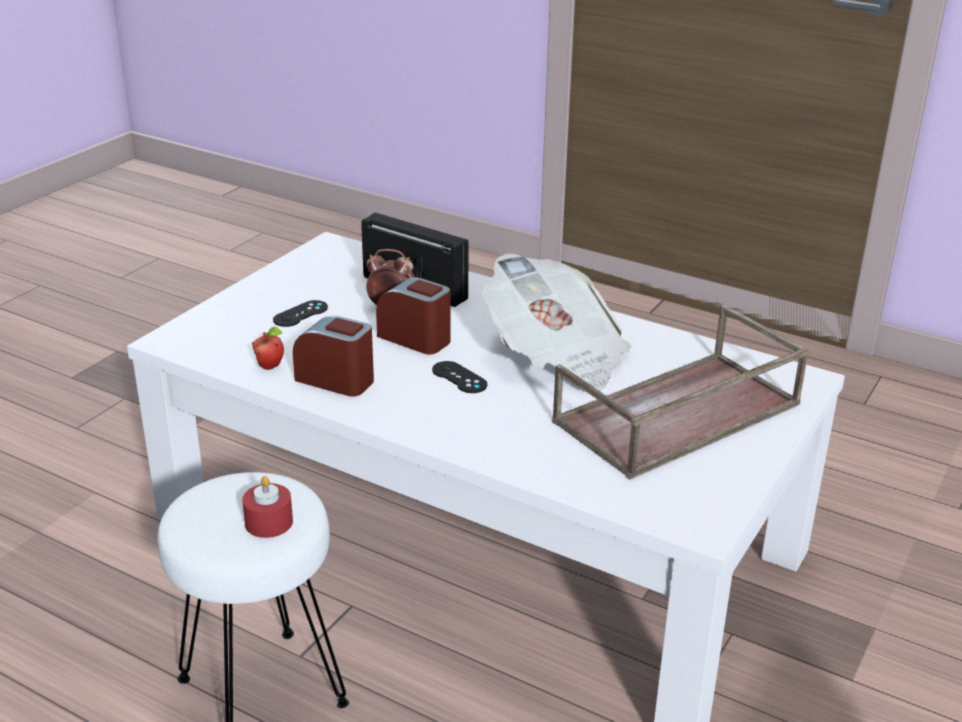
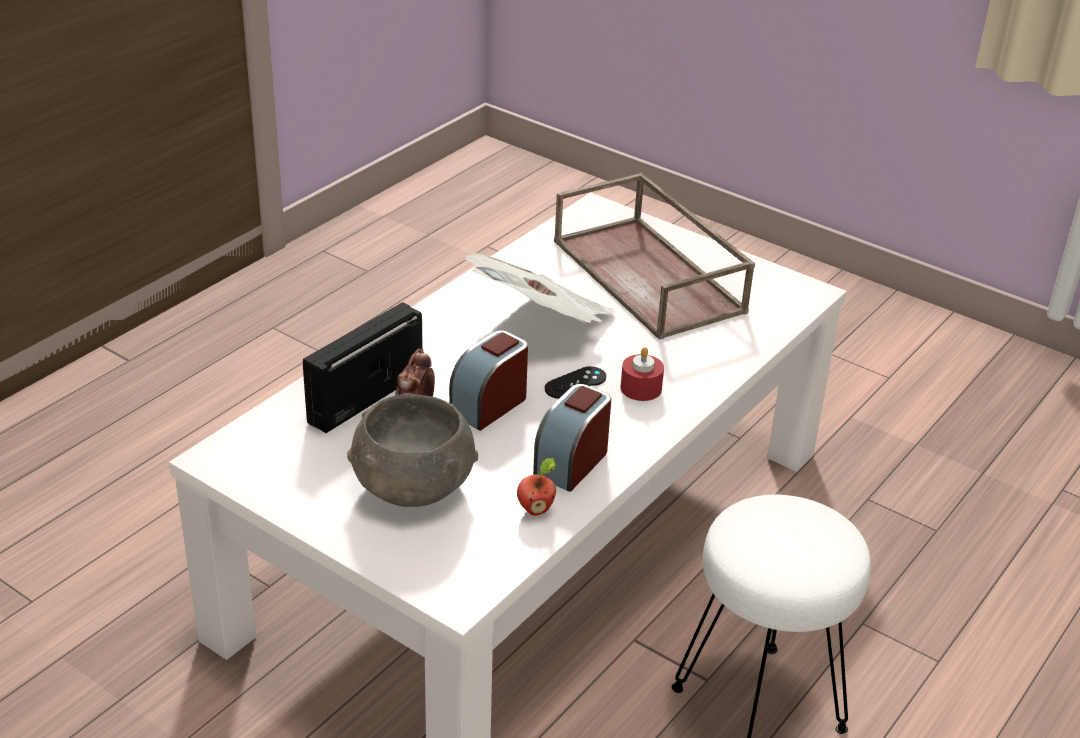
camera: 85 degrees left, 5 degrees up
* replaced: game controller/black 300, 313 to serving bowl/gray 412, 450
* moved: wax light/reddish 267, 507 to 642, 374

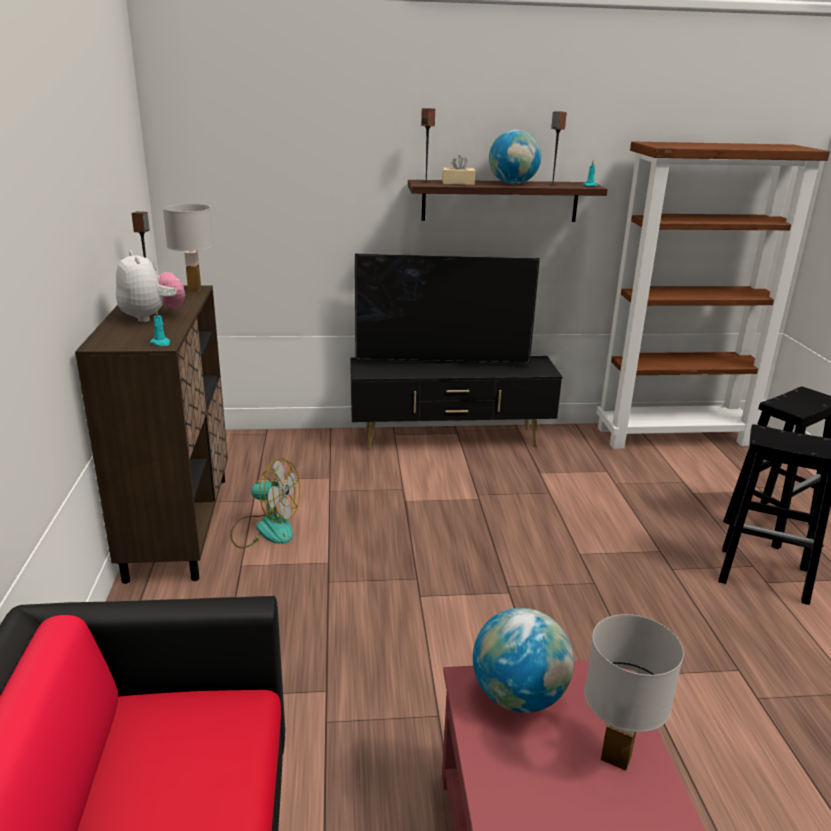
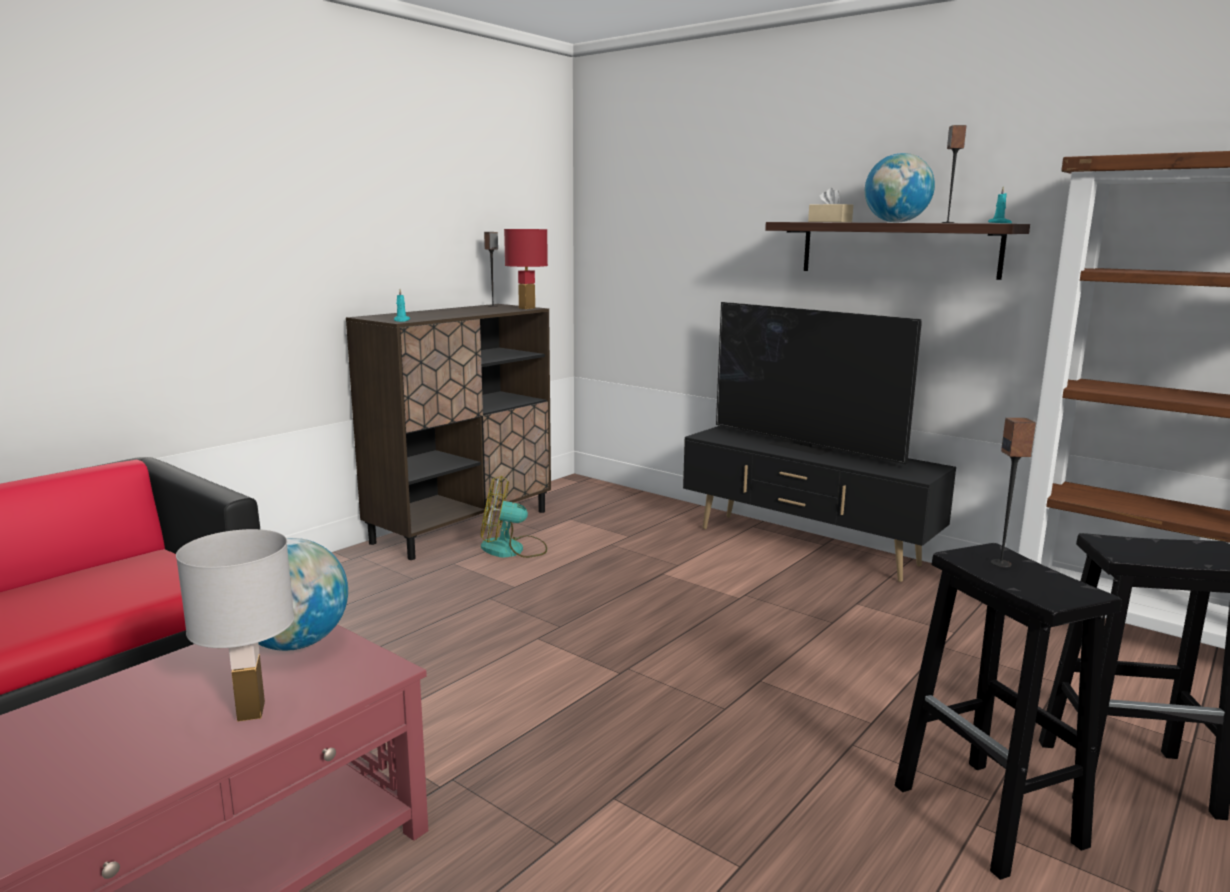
camera: 45 degrees right, 10 degrees down
* turned: cooling fan 265, 502 = 514, 517 120 degrees clockwise
* recoloured: lamp for a table/whitish 188, 248 to lamp for a table/reddish 526, 269
* moved: loudspeaker 428, 145 to 1013, 493
* removed: cuddly toy 150, 286

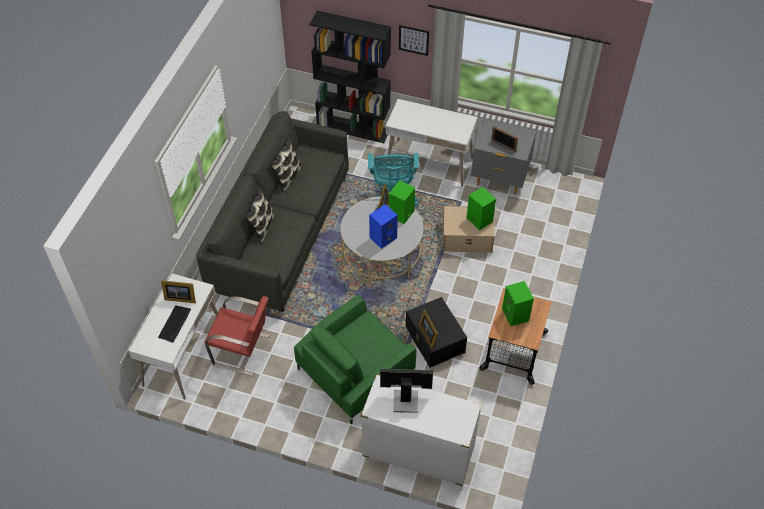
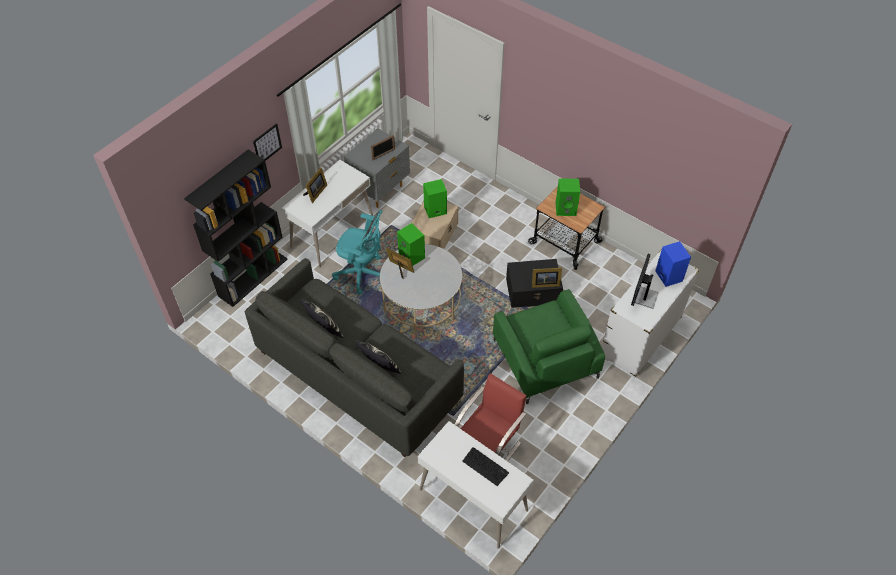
camera: 70 degrees left, 0 degrees up
* moved: photo frame 178, 291 to 315, 185
* moved: loudspeaker/bluish 383, 226 to 673, 264

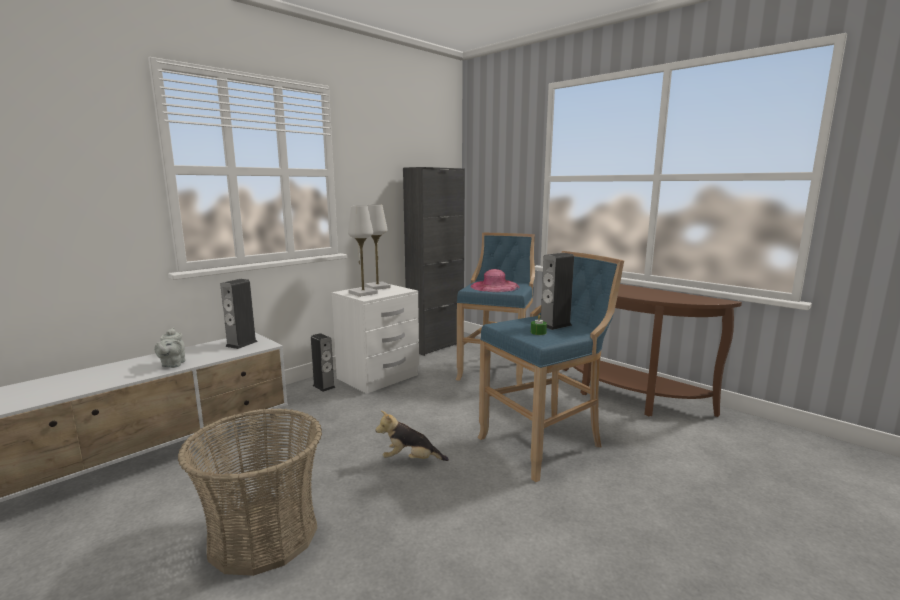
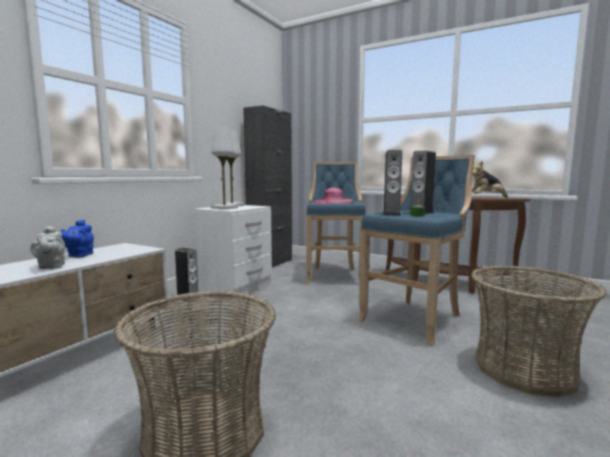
camera: 15 degrees left, 5 degrees down
* added: teapot/bluish 77, 239
* moved: loudspeaker 239, 314 to 392, 182
* added: storage basket 539, 331
* moved: cuddly toy 412, 436 to 490, 179

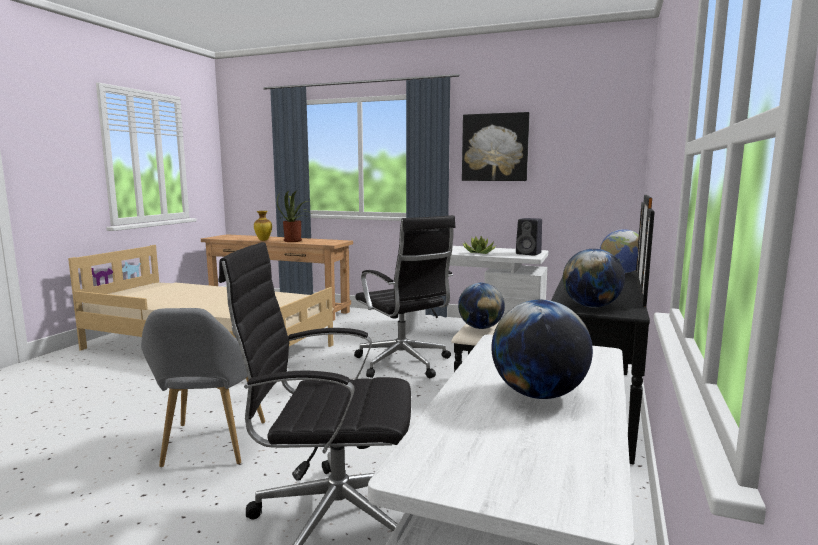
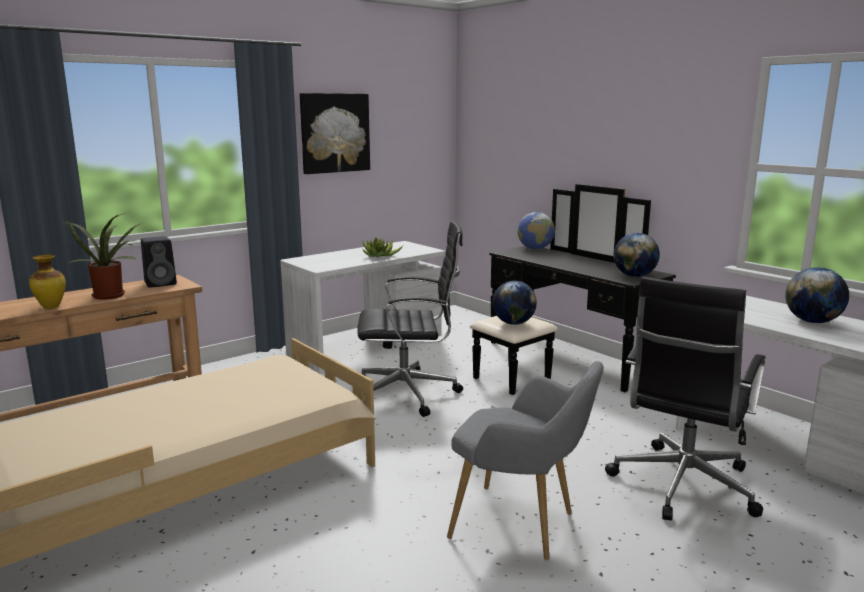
camera: 60 degrees left, 5 degrees up
* moved: loudspeaker/black 529, 237 to 159, 262

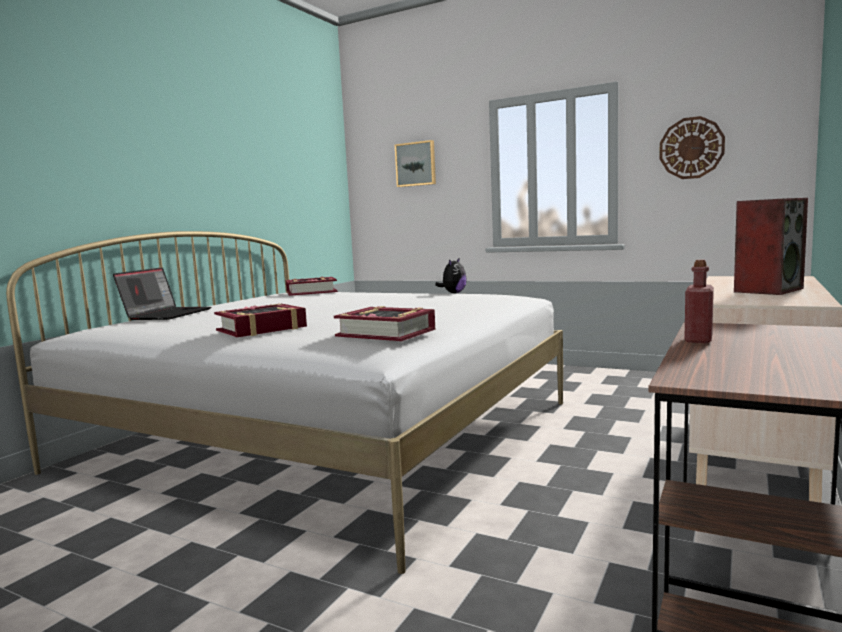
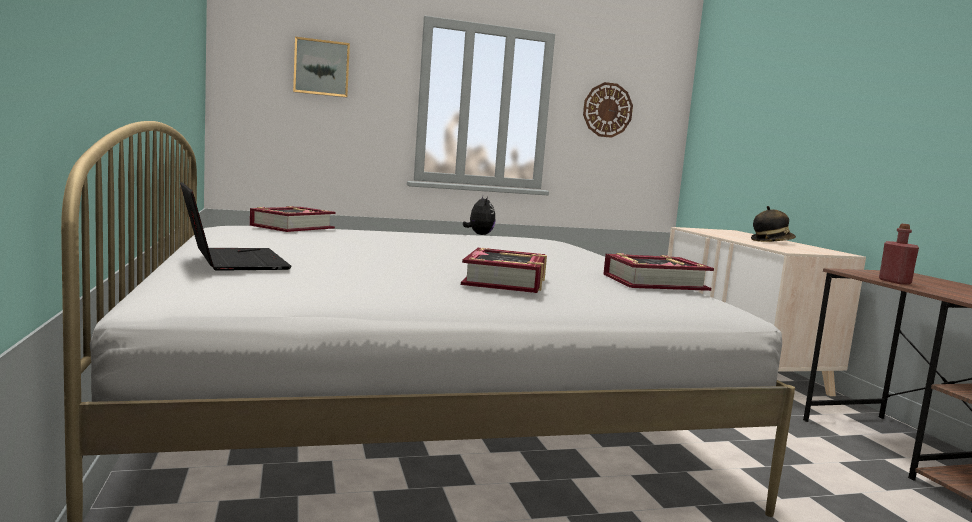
camera: 45 degrees left, 0 degrees up
* replaced: loudspeaker 771, 246 to clothing hat 773, 224

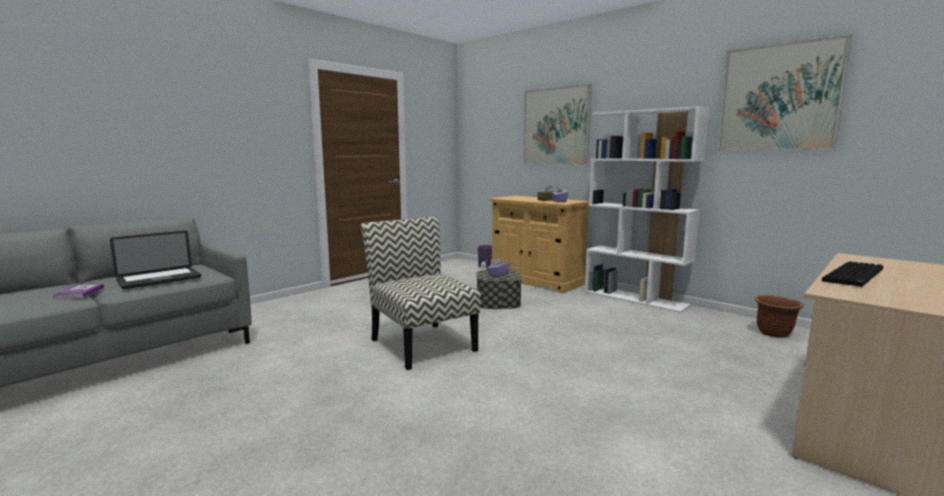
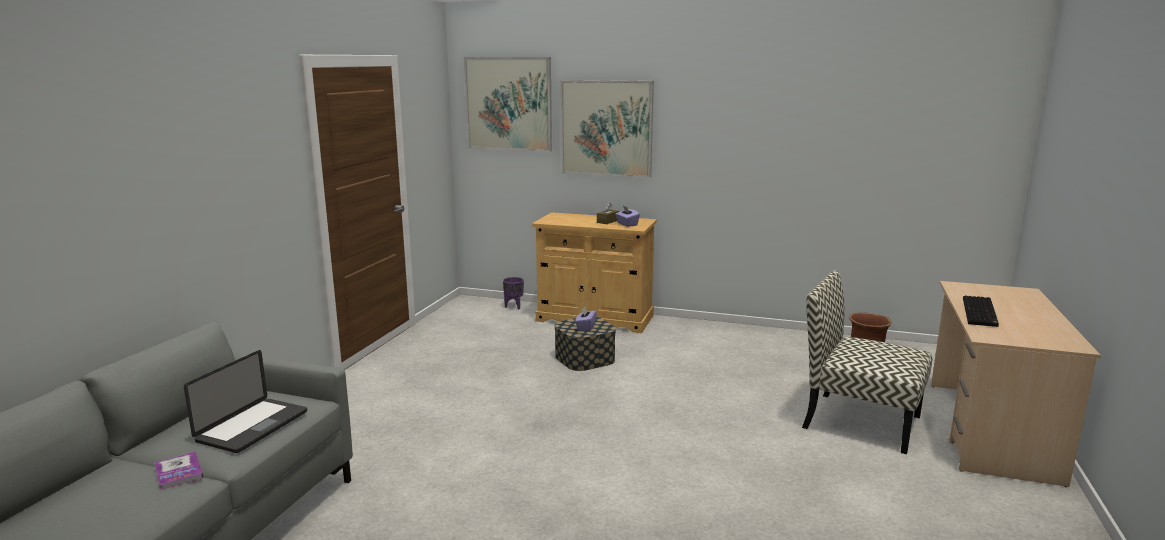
camera: 25 degrees left, 5 degrees up
* moved: picture 784, 92 to 508, 104
* moved: chair 421, 293 to 867, 362
* removed: shelving unit/whitish 647, 209

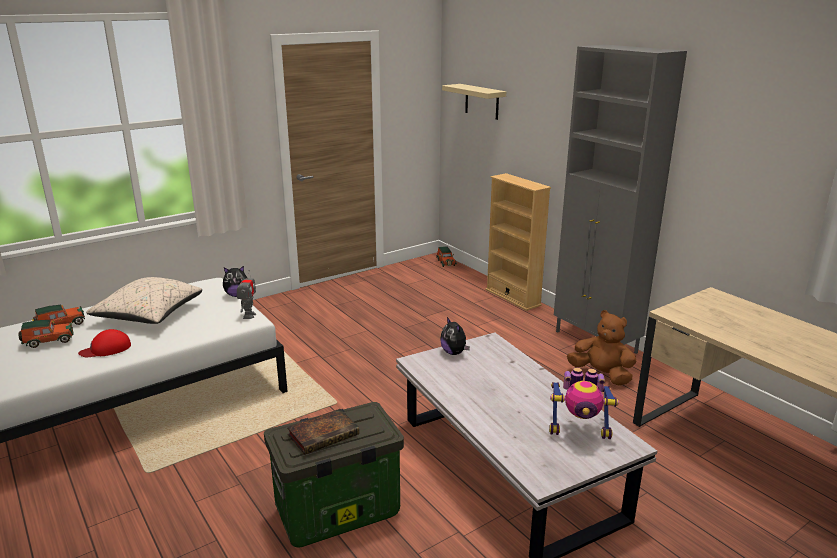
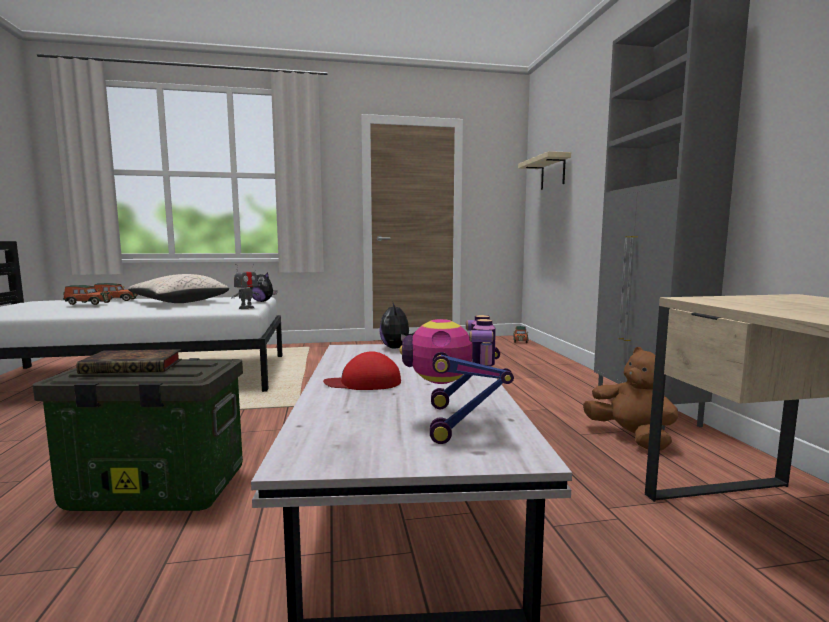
camera: 25 degrees right, 15 degrees down
* moved: cap/reddish 104, 343 to 362, 370
* turned: toy robot 584, 403 = 457, 379 60 degrees clockwise
* removed: shelving unit/beige-coloured 518, 242

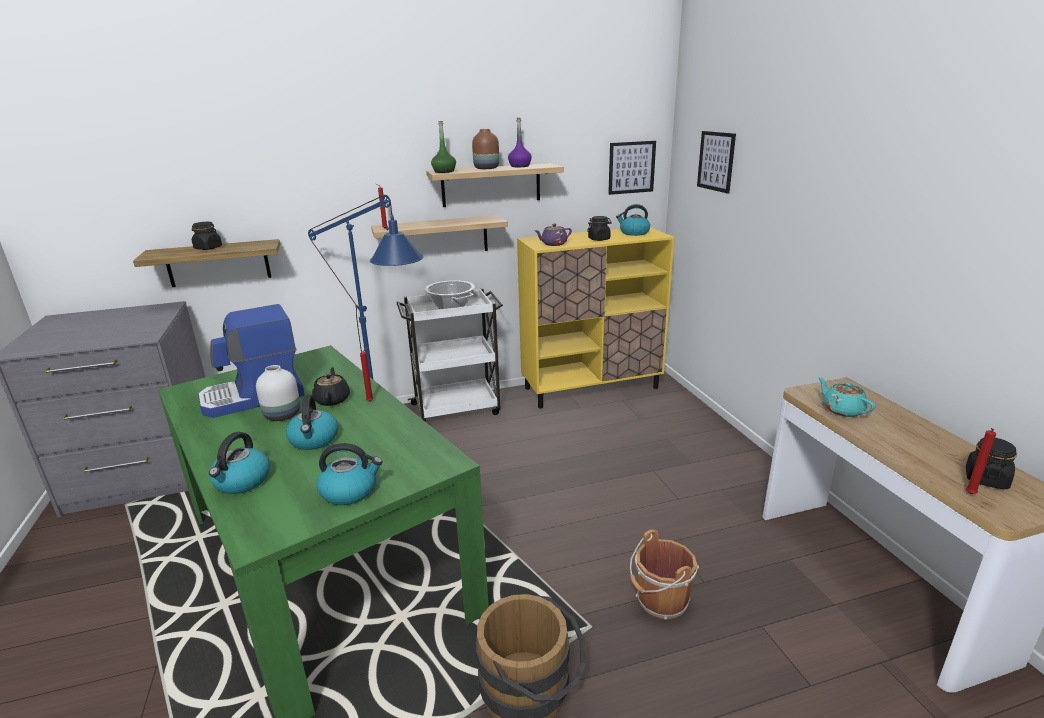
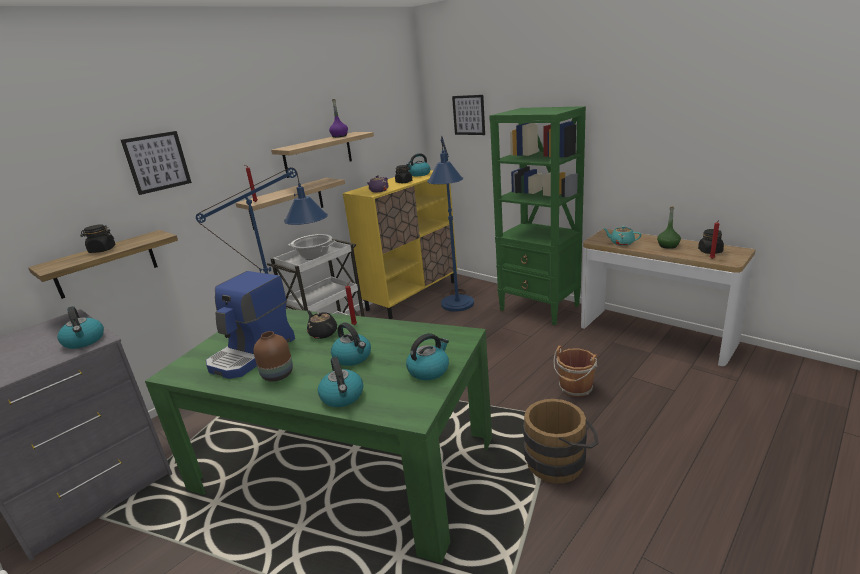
camera: 30 degrees left, 0 degrees up
* added: water kettle 80, 327
* moved: picture 632, 168 to 156, 163
* moved: decorative vase/brown 485, 149 to 273, 356
* added: standing lamp/bluish 450, 224
* added: shelving unit/green-coloured 537, 216
* moved: beverage bottle/green-coloured 443, 147 to 669, 227
* removed: decorative vase/whitish 278, 393

